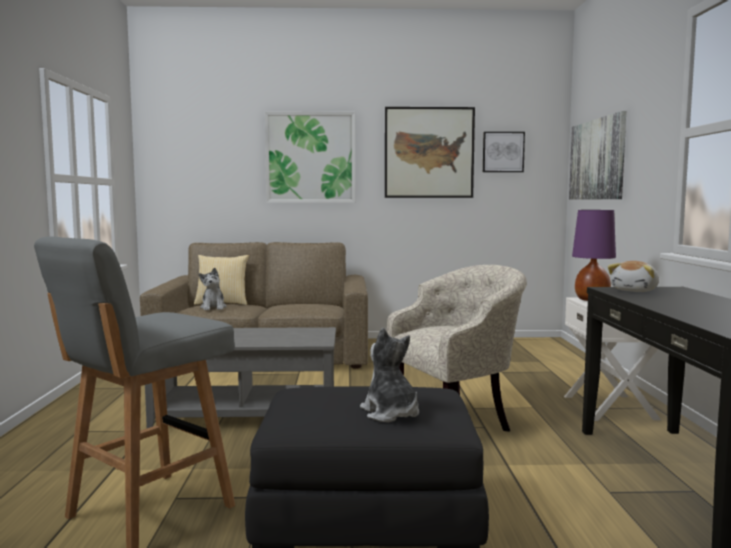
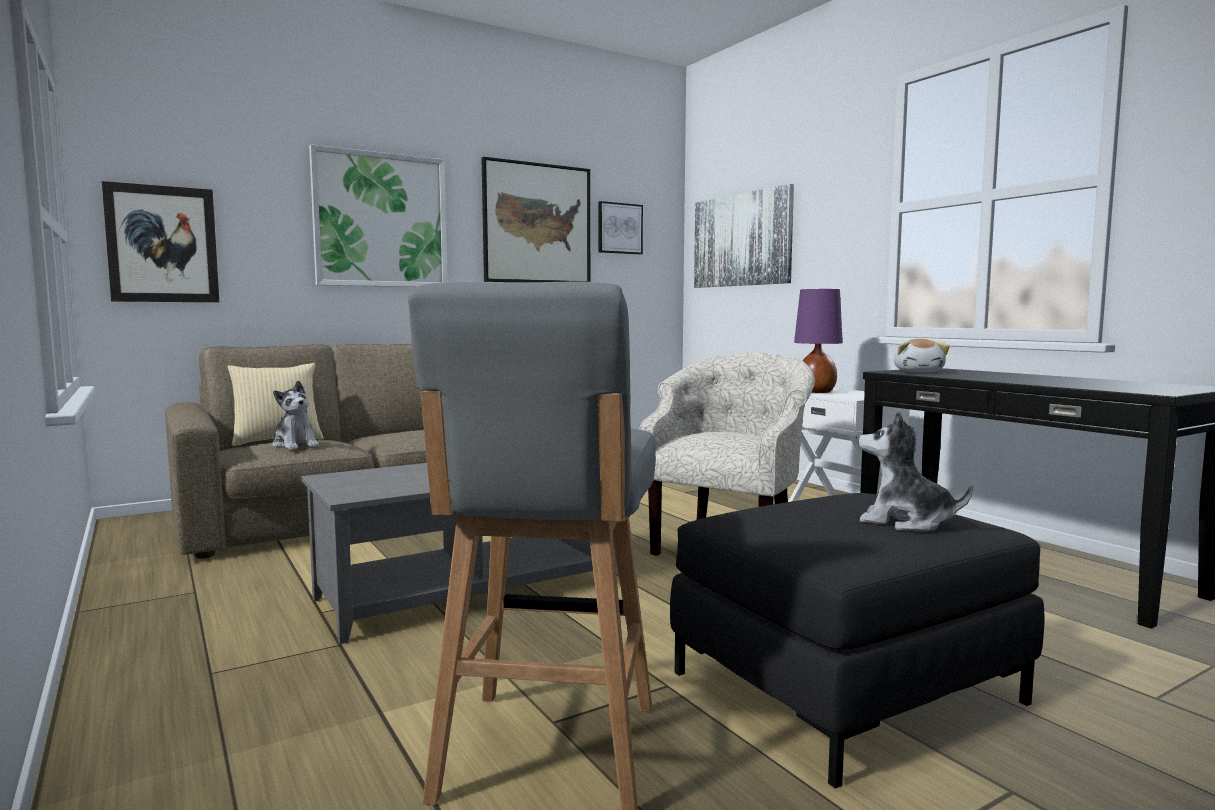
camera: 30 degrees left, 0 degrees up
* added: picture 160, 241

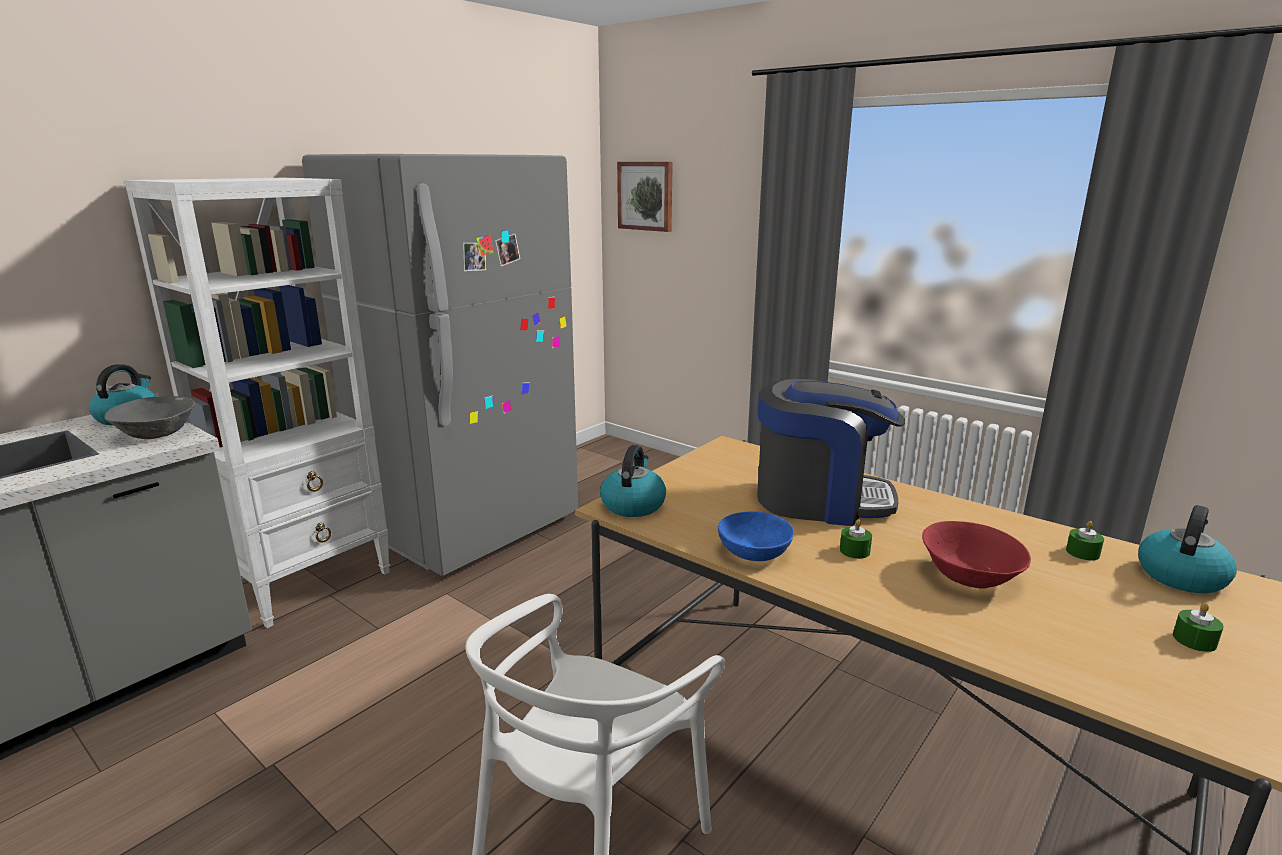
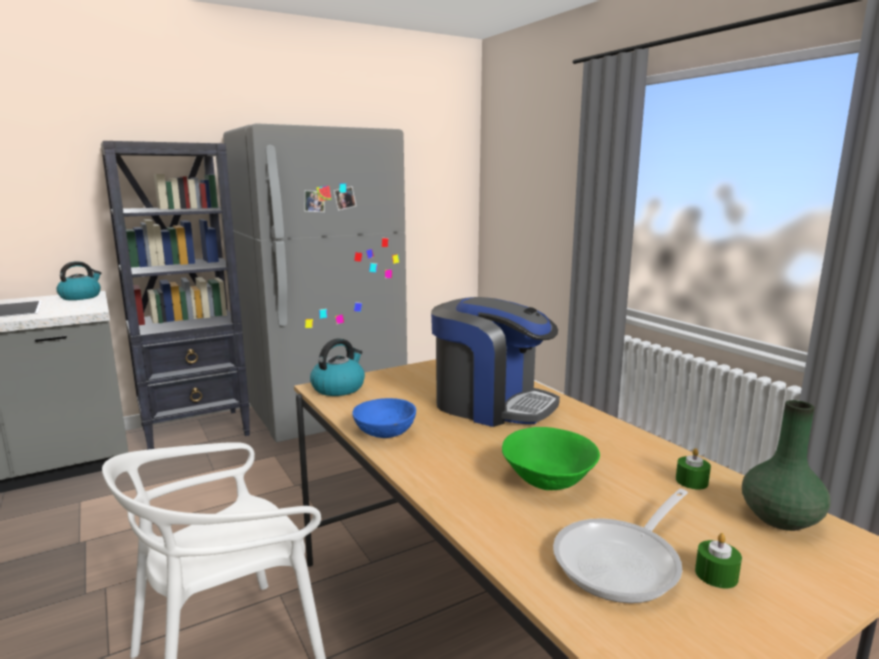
camera: 20 degrees right, 5 degrees down
* recoloured: shelving unit/whitish 257, 403 to shelving unit/black 175, 295
* recoloured: serving bowl/reddish 976, 555 to serving bowl/green-coloured 551, 458
* added: skillet 620, 546
* replaced: water kettle 1187, 549 to decorative vase/green-coloured 786, 465
* removed: serving bowl/gray 149, 417
* removed: picture 645, 197
* removed: wax light/green-coloured 856, 539

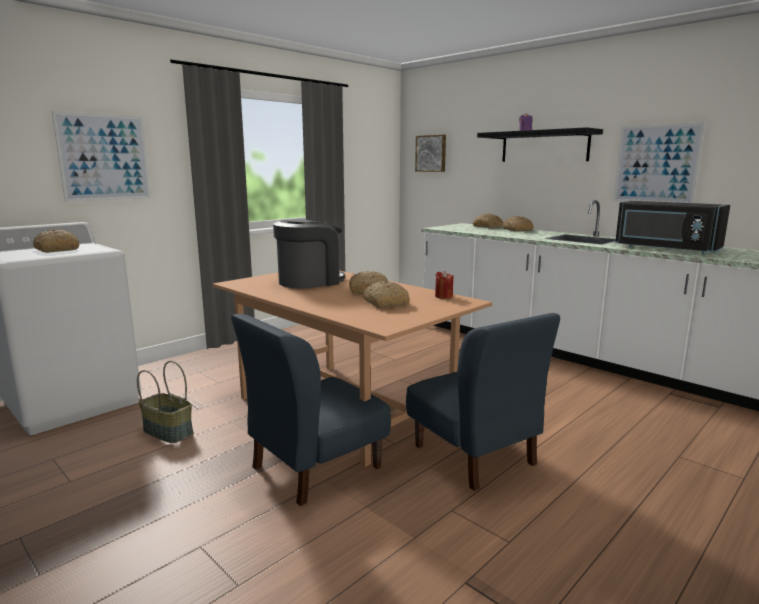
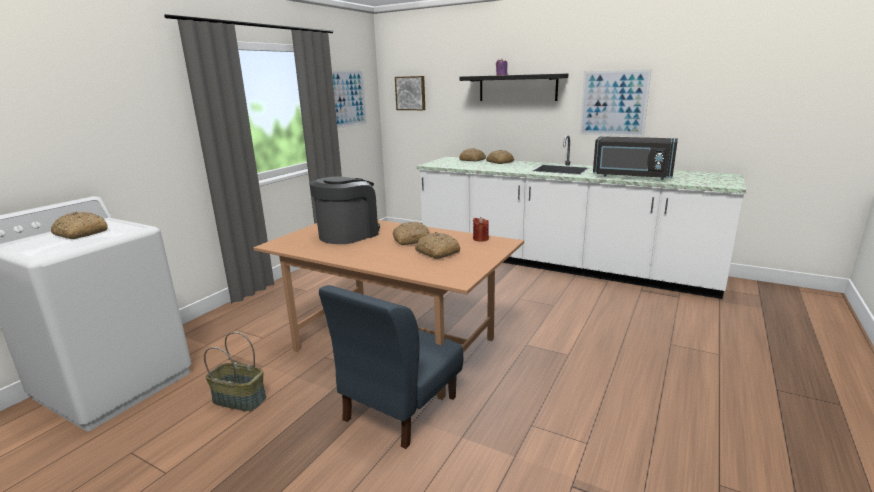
camera: 15 degrees left, 5 degrees up
* moved: picture 101, 156 to 349, 99
* removed: chair/bluish 483, 402

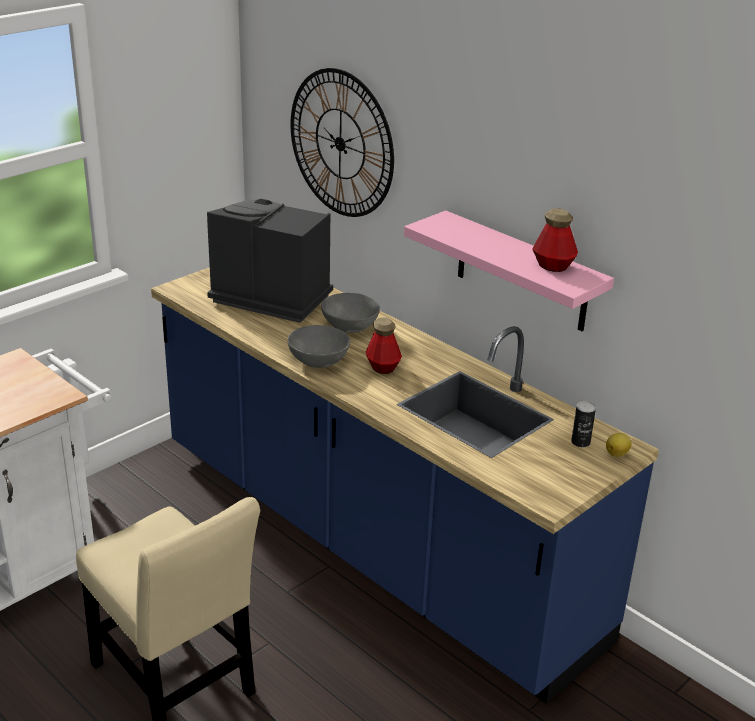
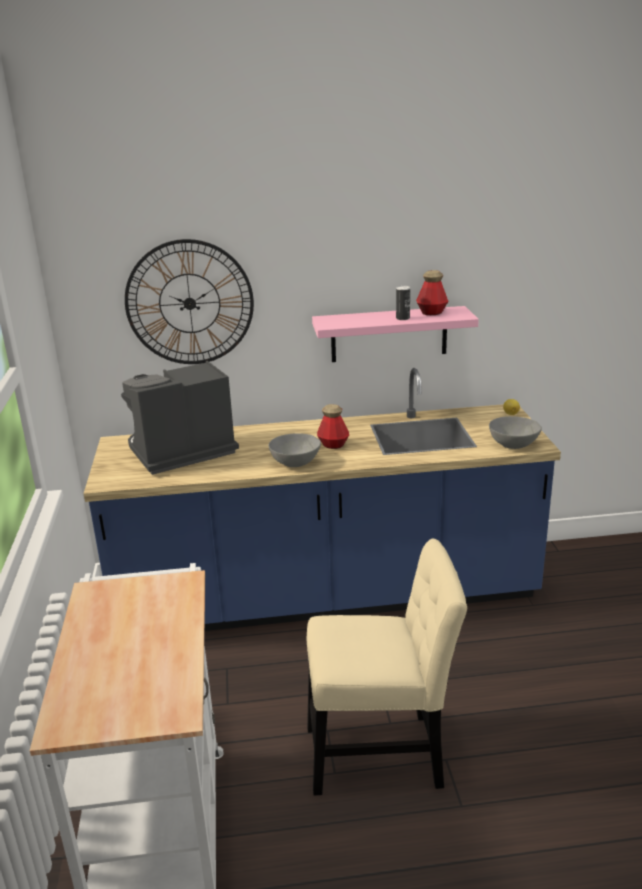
camera: 50 degrees left, 5 degrees down
* moved: can 583, 424 to 403, 303
* moved: serving bowl/gray 350, 313 to 515, 432

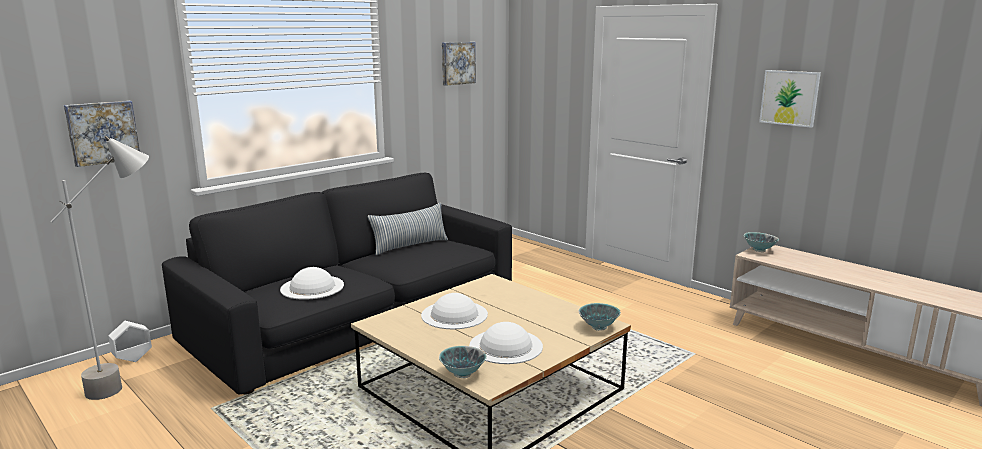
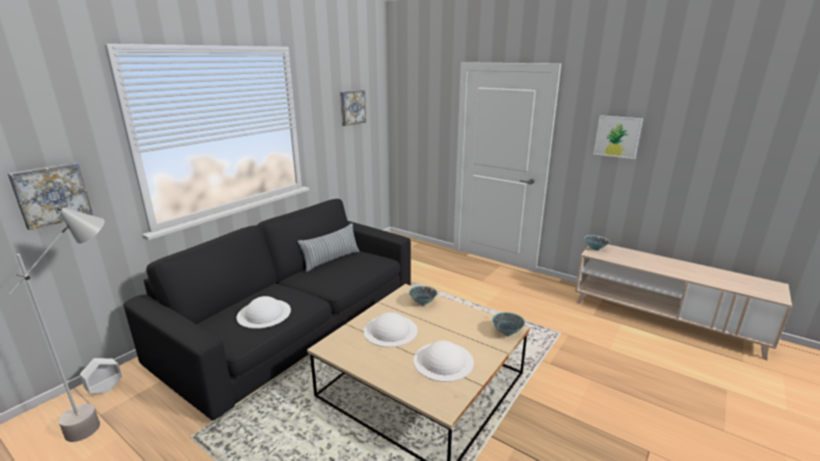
camera: 10 degrees left, 5 degrees up
* moved: serving bowl 463, 362 to 423, 295

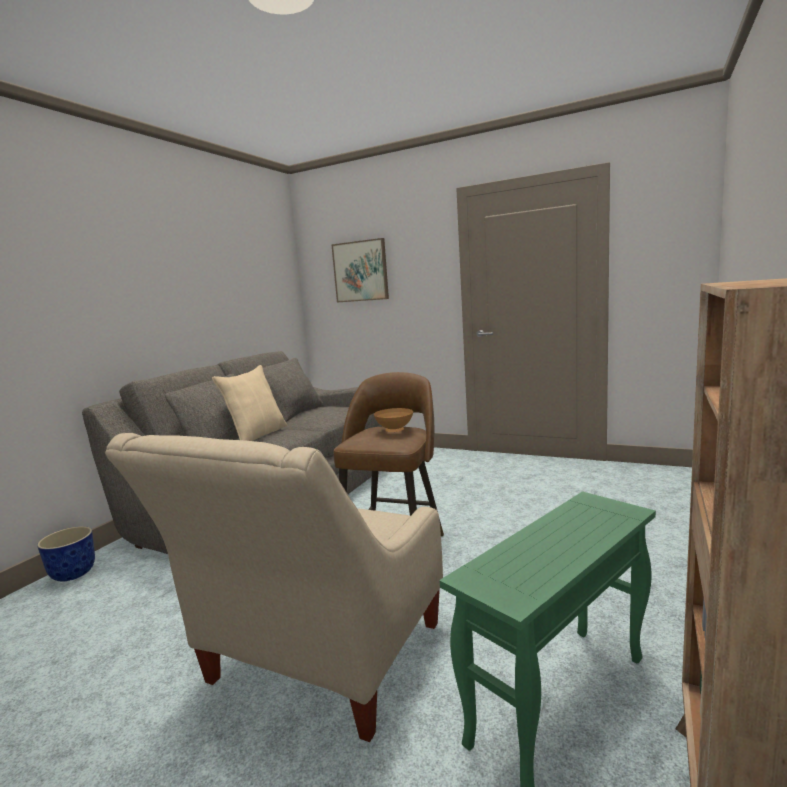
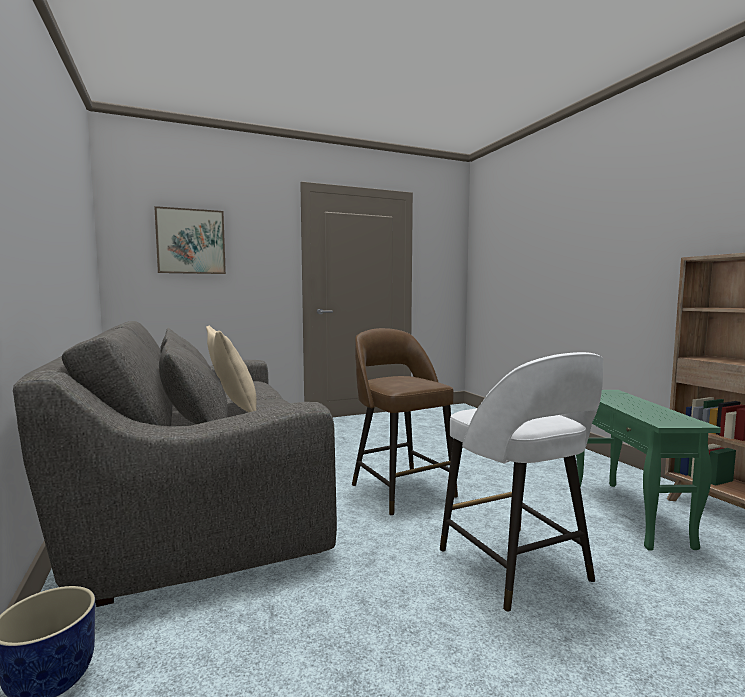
camera: 50 degrees left, 5 degrees down
* replaced: lounge chair/beige-coloured 274, 587 to sitting stool/whitish 521, 482
* removed: serving bowl/brown 393, 420

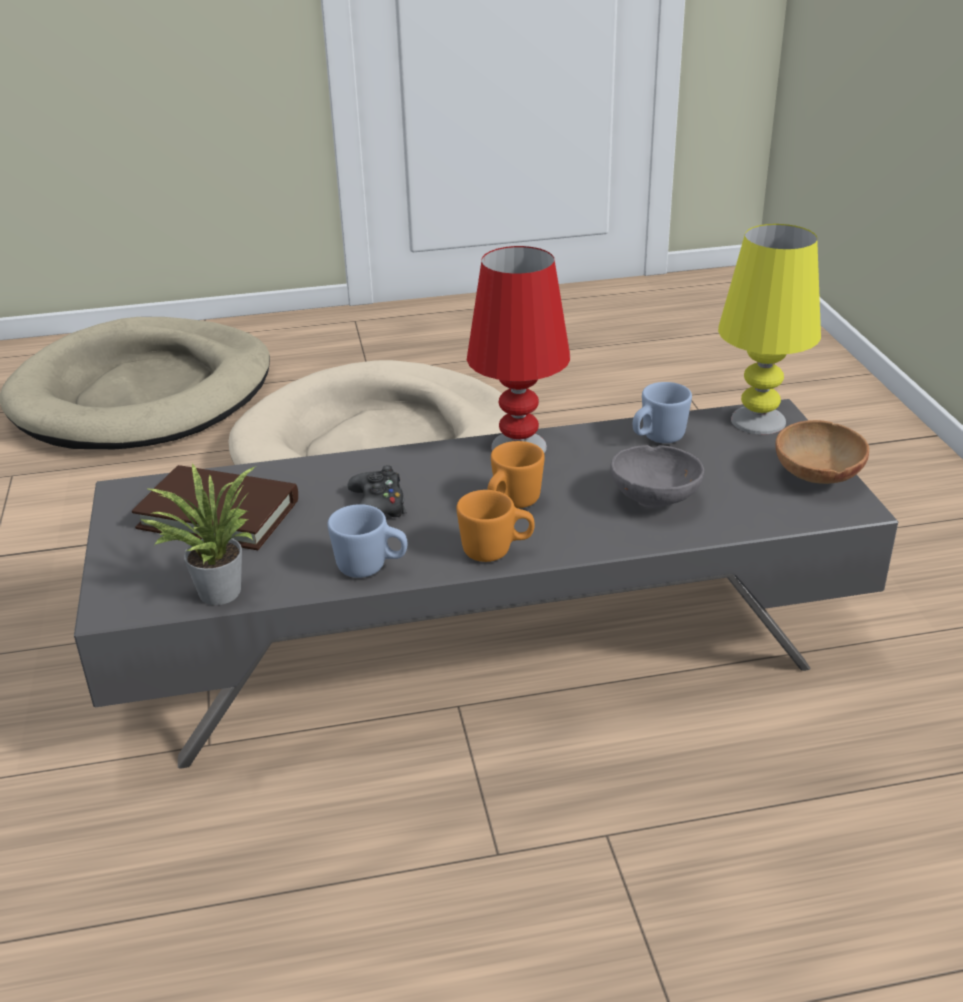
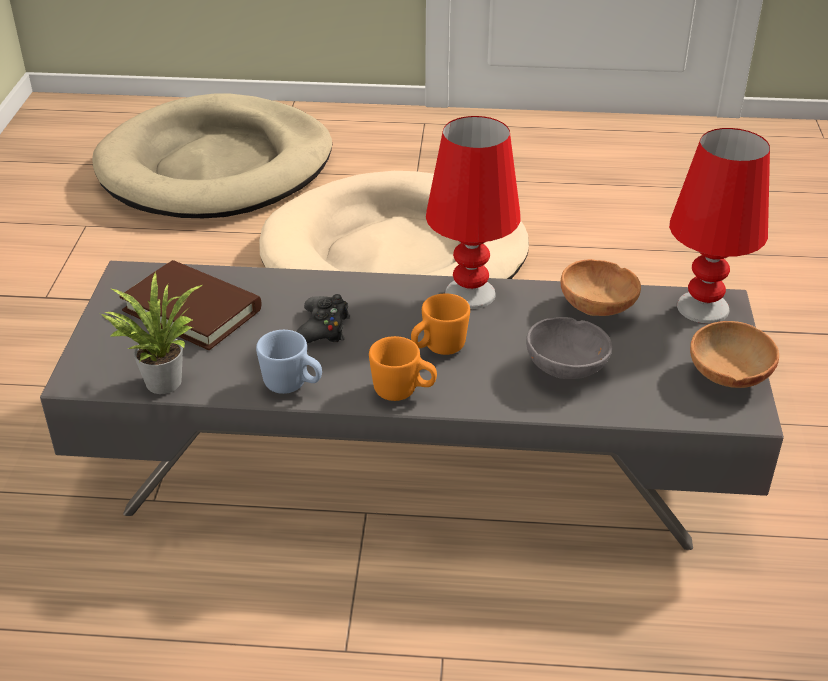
camera: 15 degrees right, 5 degrees up
* replaced: tea mug/bluish 662, 412 to serving bowl/brown 601, 287
* recoloured: lamp for a table/yellowish 769, 329 to lamp for a table/reddish 719, 226

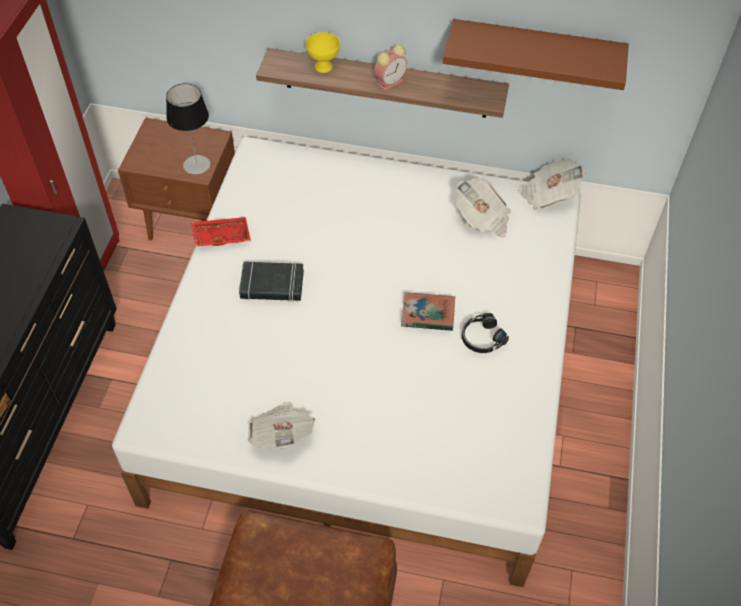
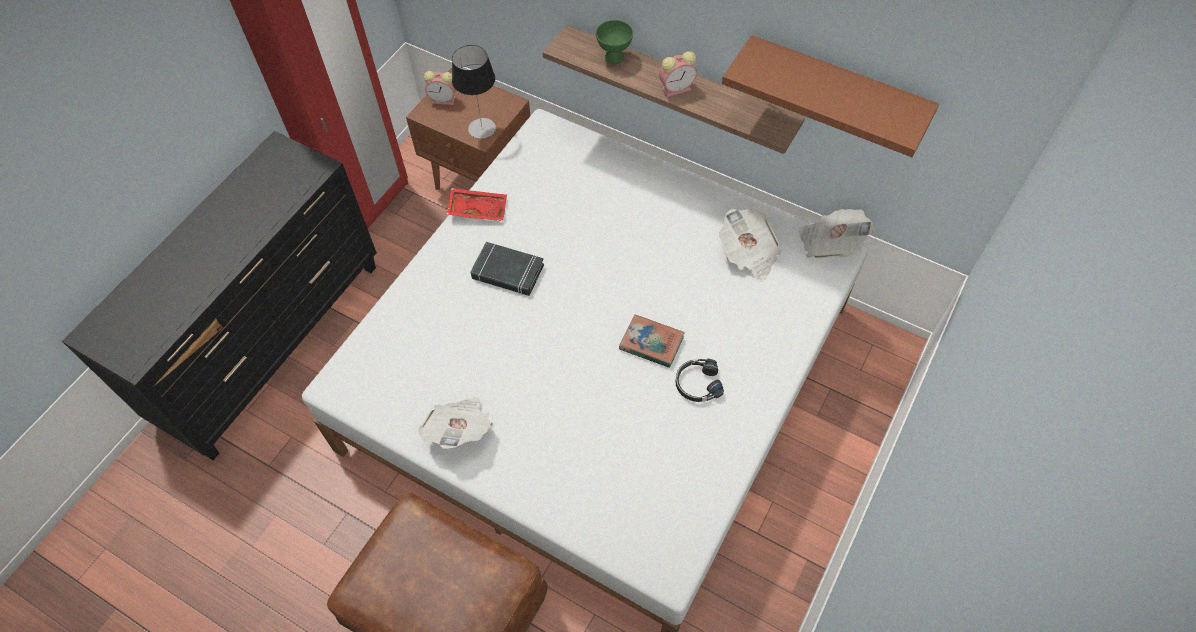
camera: 20 degrees right, 5 degrees up
* added: table clock 440, 88
* recoloured: serving bowl/yellowish 323, 52 to serving bowl/green-coloured 614, 42

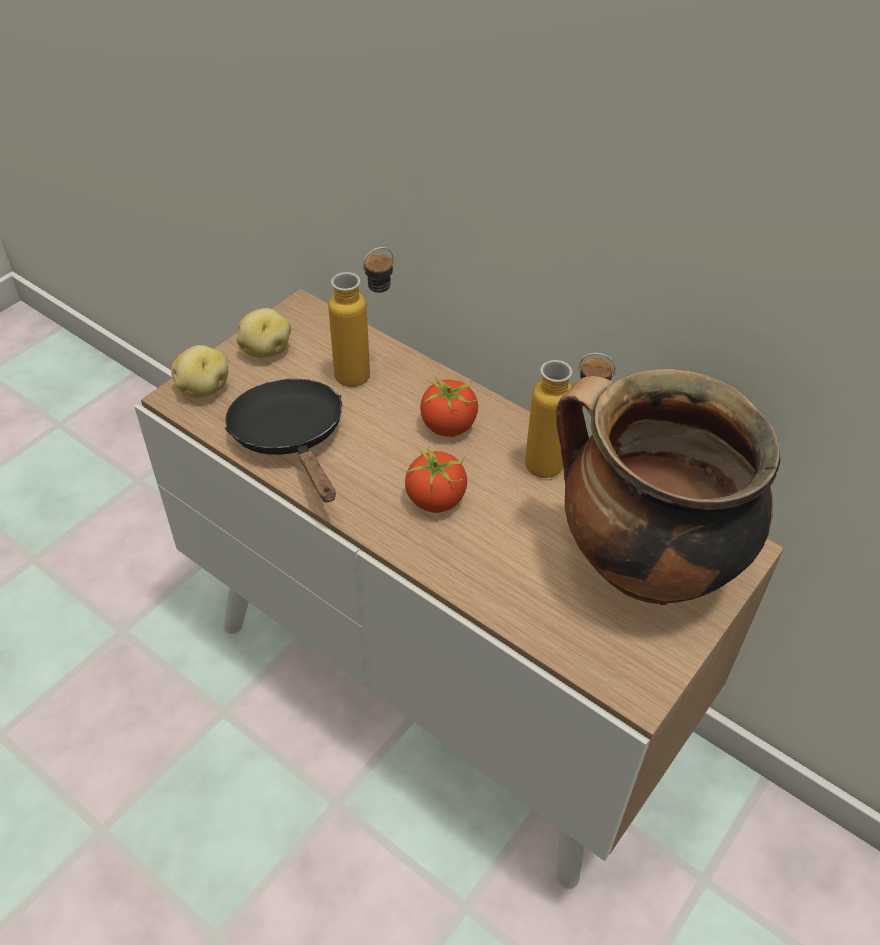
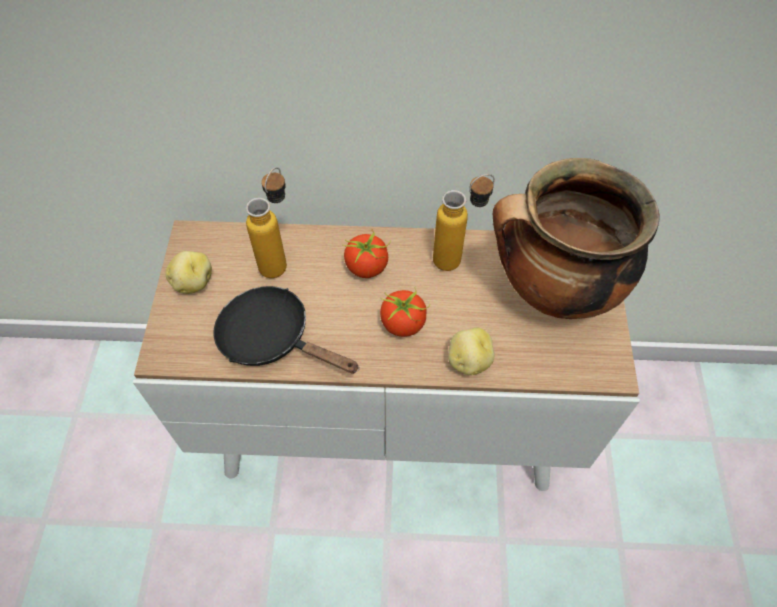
camera: 35 degrees left, 10 degrees up
* moved: potato 199, 371 to 471, 351

